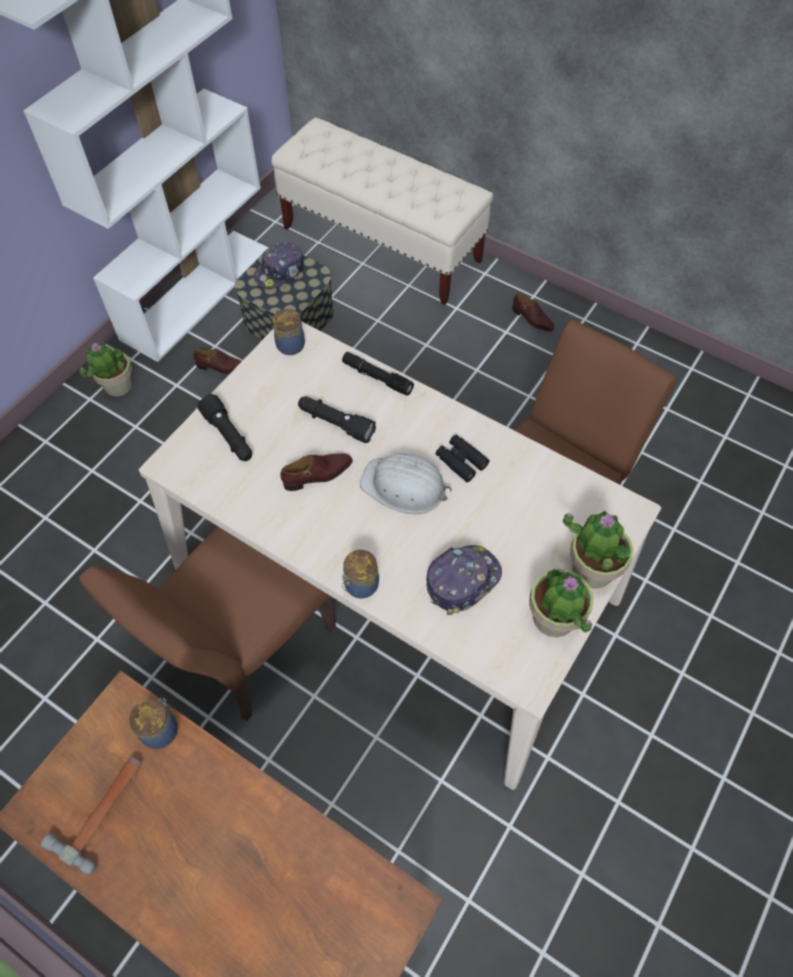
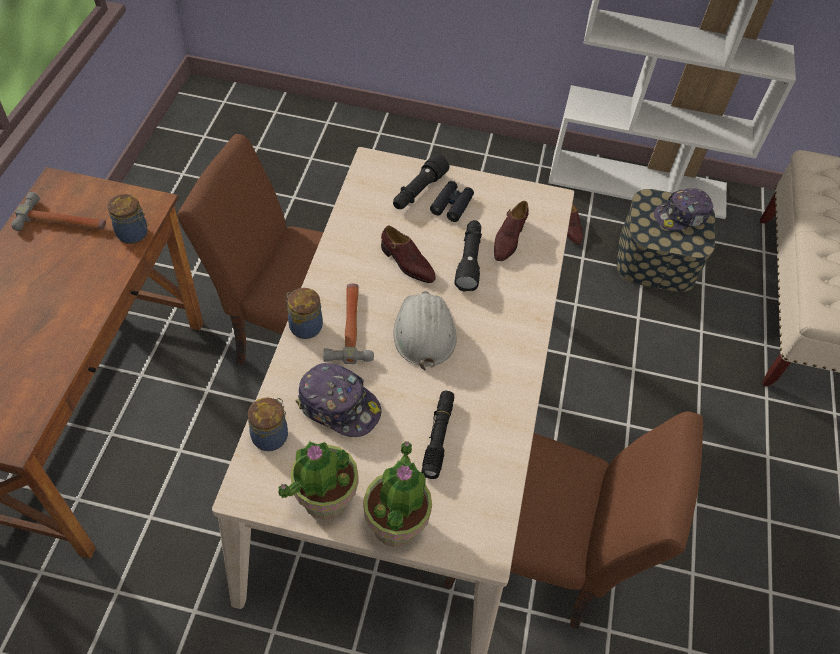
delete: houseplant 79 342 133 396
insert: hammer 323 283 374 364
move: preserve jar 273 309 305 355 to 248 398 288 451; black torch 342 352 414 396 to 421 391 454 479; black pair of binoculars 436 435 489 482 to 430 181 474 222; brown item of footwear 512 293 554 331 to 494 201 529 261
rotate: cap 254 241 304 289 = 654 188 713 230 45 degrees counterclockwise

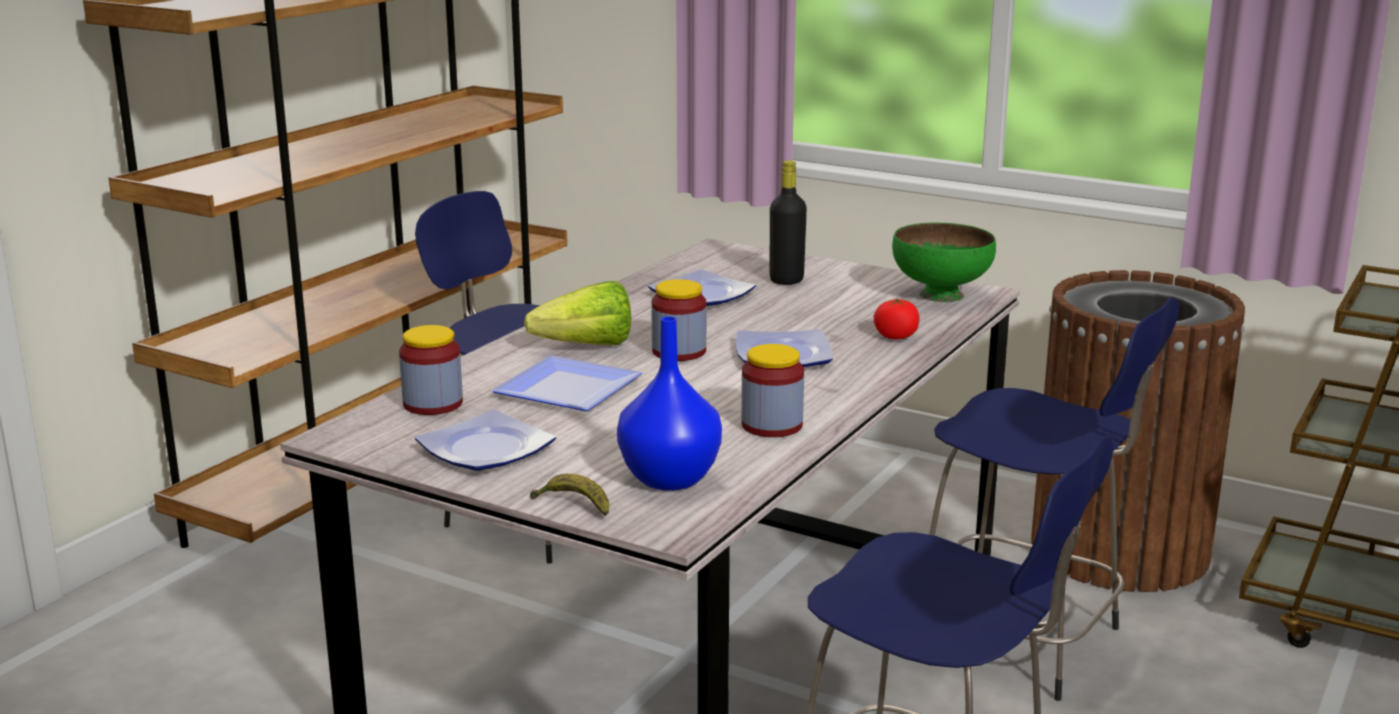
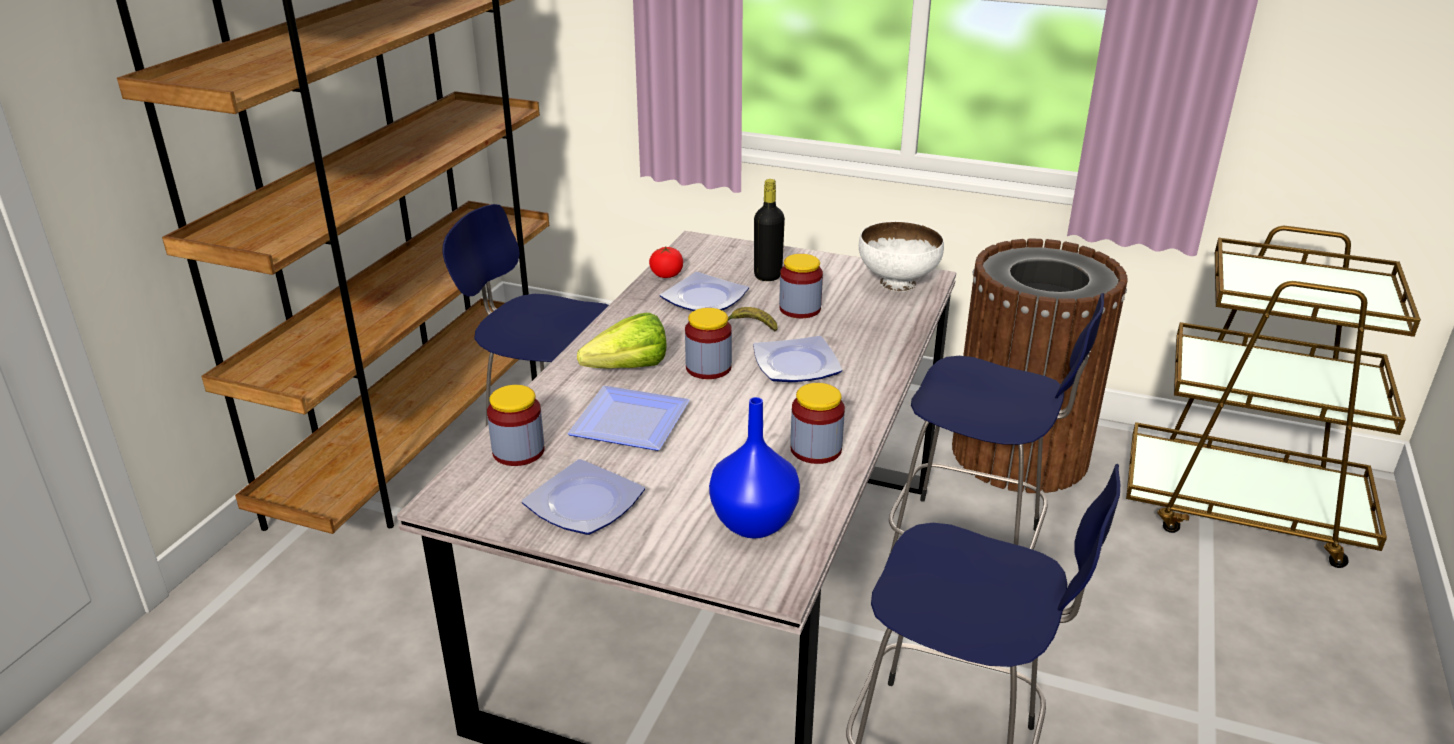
insert: preserve jar 779 254 823 318
move: tomato 874 298 920 339 to 649 247 683 278; banana 530 474 609 516 to 728 307 777 332
recolor: green-coloured deep dish 892 222 996 302 to white-coloured deep dish 859 221 944 292

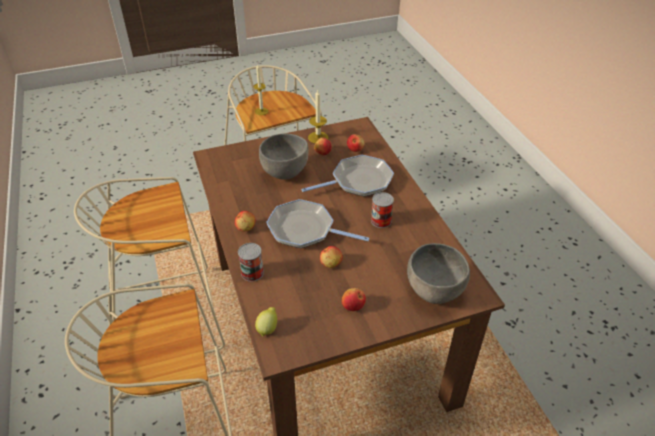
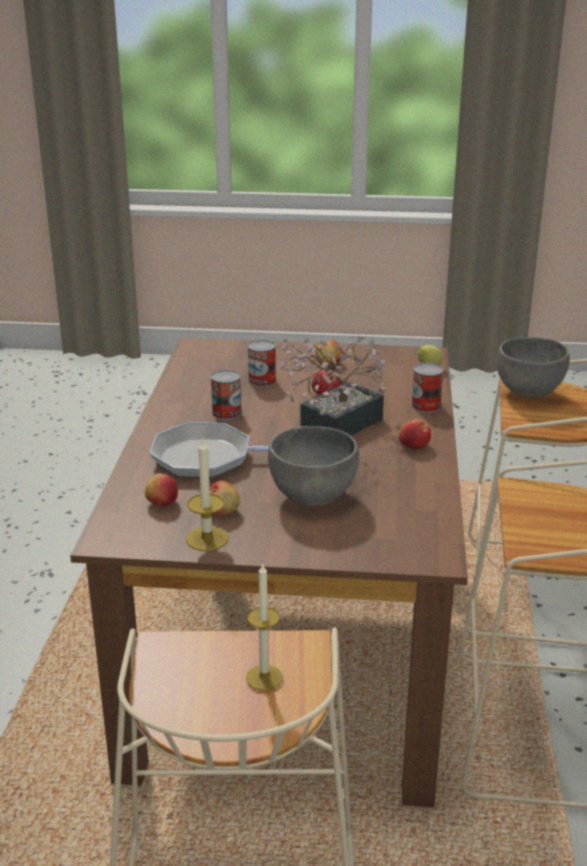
insert: can 247 340 276 387
move: grey deep dish 407 243 470 304 to 496 337 570 398
replace: skillet 266 199 369 248 to houseplant 279 336 386 436

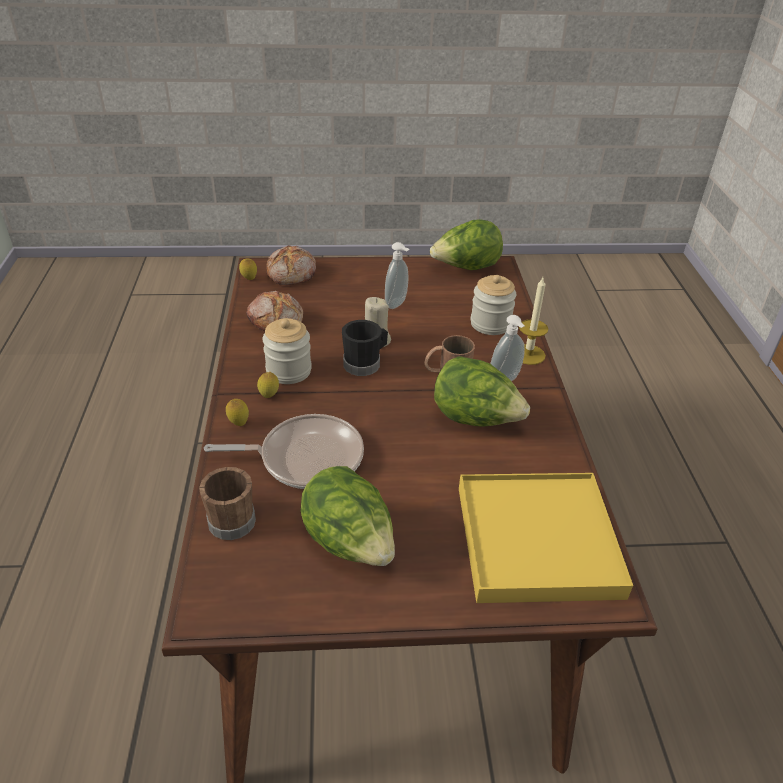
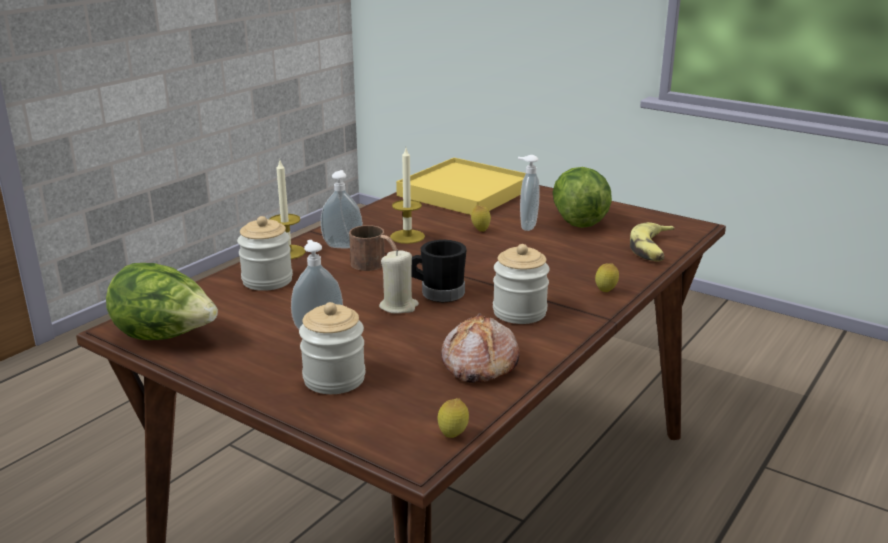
delete: skillet 204 414 364 489; bread 266 246 316 285
insert: preserve jar 299 302 365 394; soap dispenser 518 155 540 231
move: citrus fruit 257 372 279 398 to 471 205 491 232
replace: lettuce 434 357 530 427 to wax light 390 148 425 244; brown mug 199 467 256 540 to banana 630 222 675 261

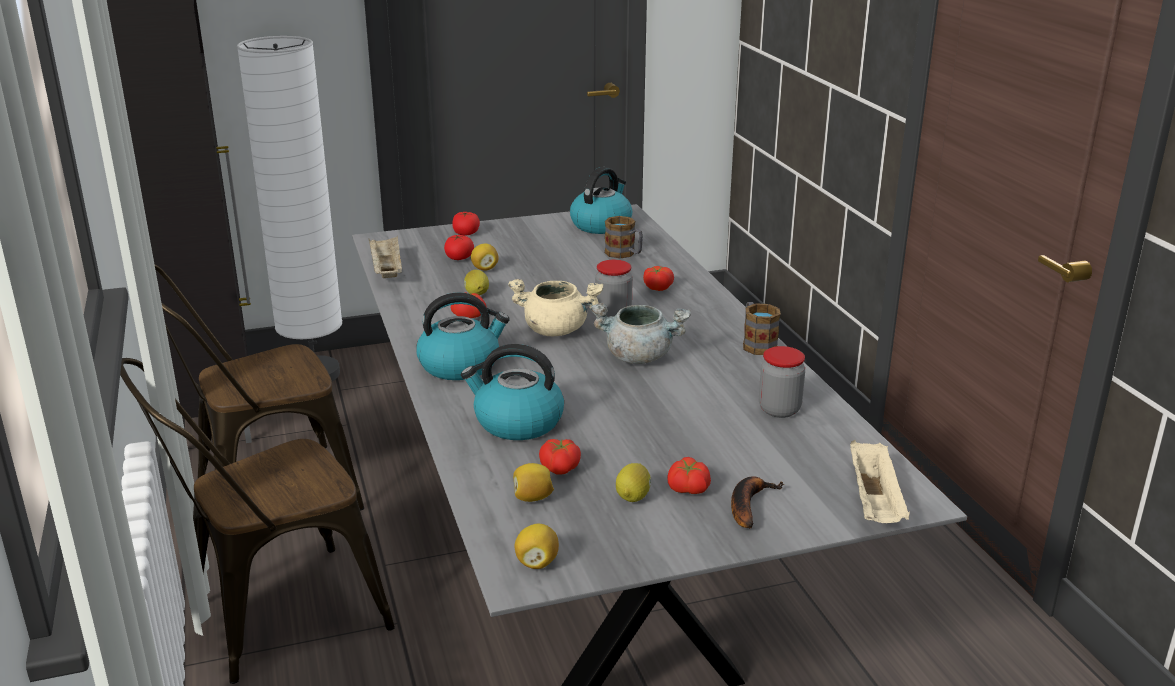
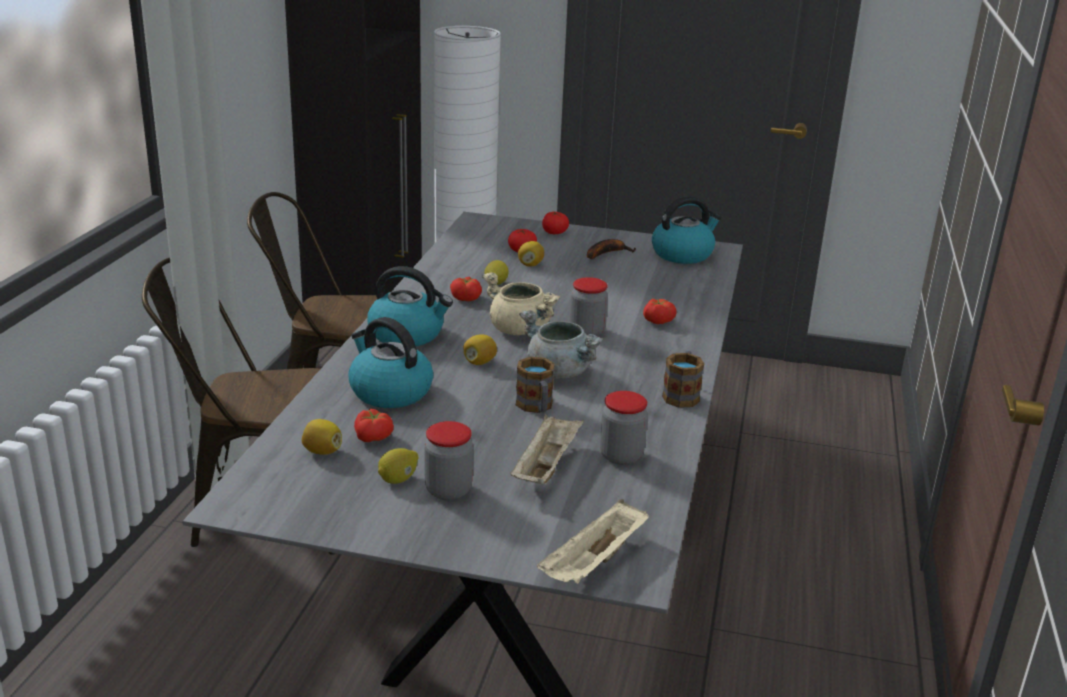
move: citrus fruit 515 524 559 569 to 463 334 497 365; beige-coloured tray 369 236 402 278 to 510 414 584 484; mug 605 216 643 259 to 516 357 555 413; banana 731 476 784 528 to 587 239 636 259
replace: tomato 667 457 711 494 to preserve jar 424 421 473 500

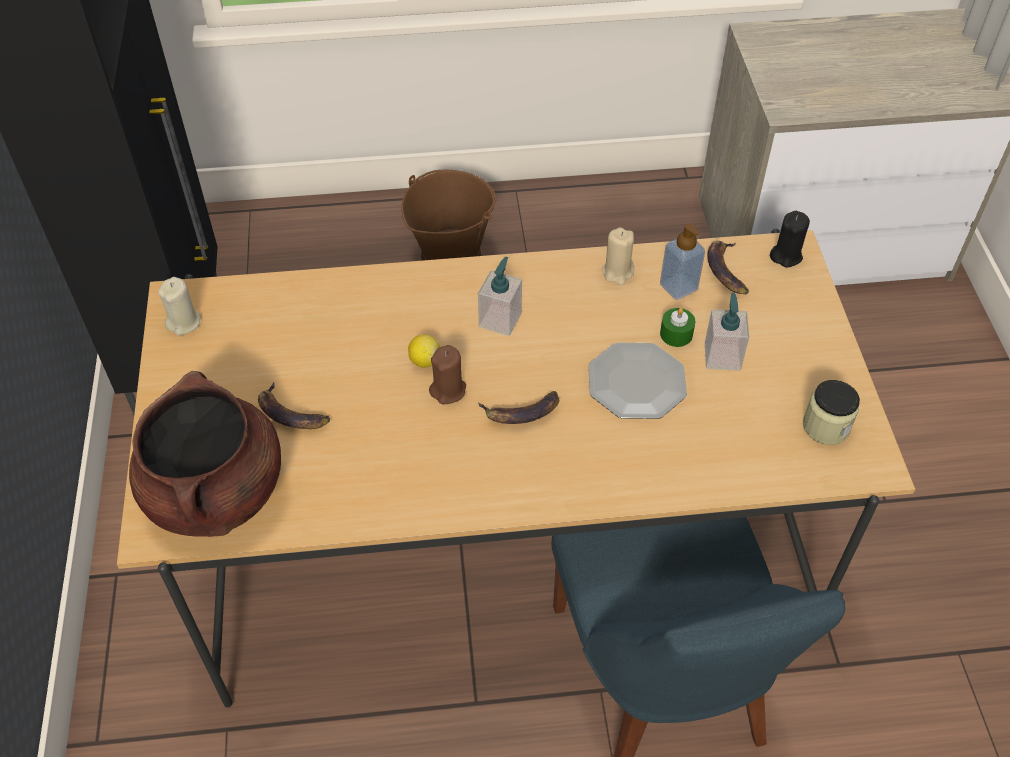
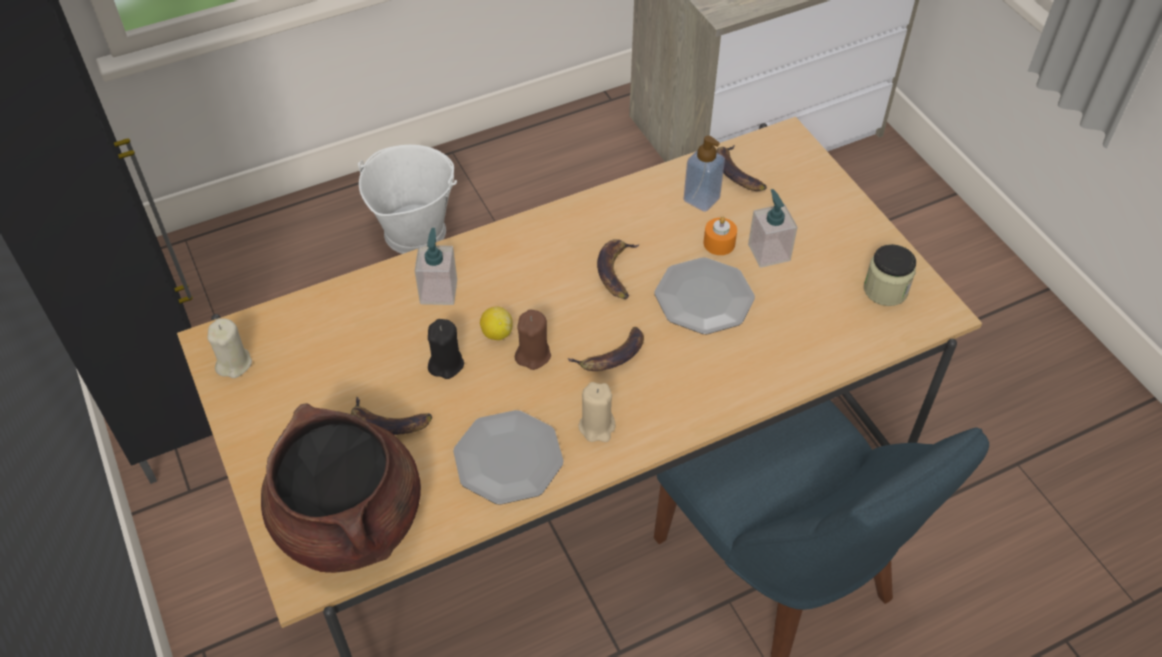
insert: dinner plate 453 410 564 505; banana 597 239 639 299
move: soap dispenser 478 257 522 336 to 415 228 457 305; black wax light 770 211 810 267 to 428 319 464 379; beige-coloured wax light 602 227 634 285 to 578 382 616 442
recolor: brown pail 401 170 496 261 to white-coloured pail 358 145 457 254; green-coloured wax light 660 308 696 347 to orange wax light 704 217 737 255

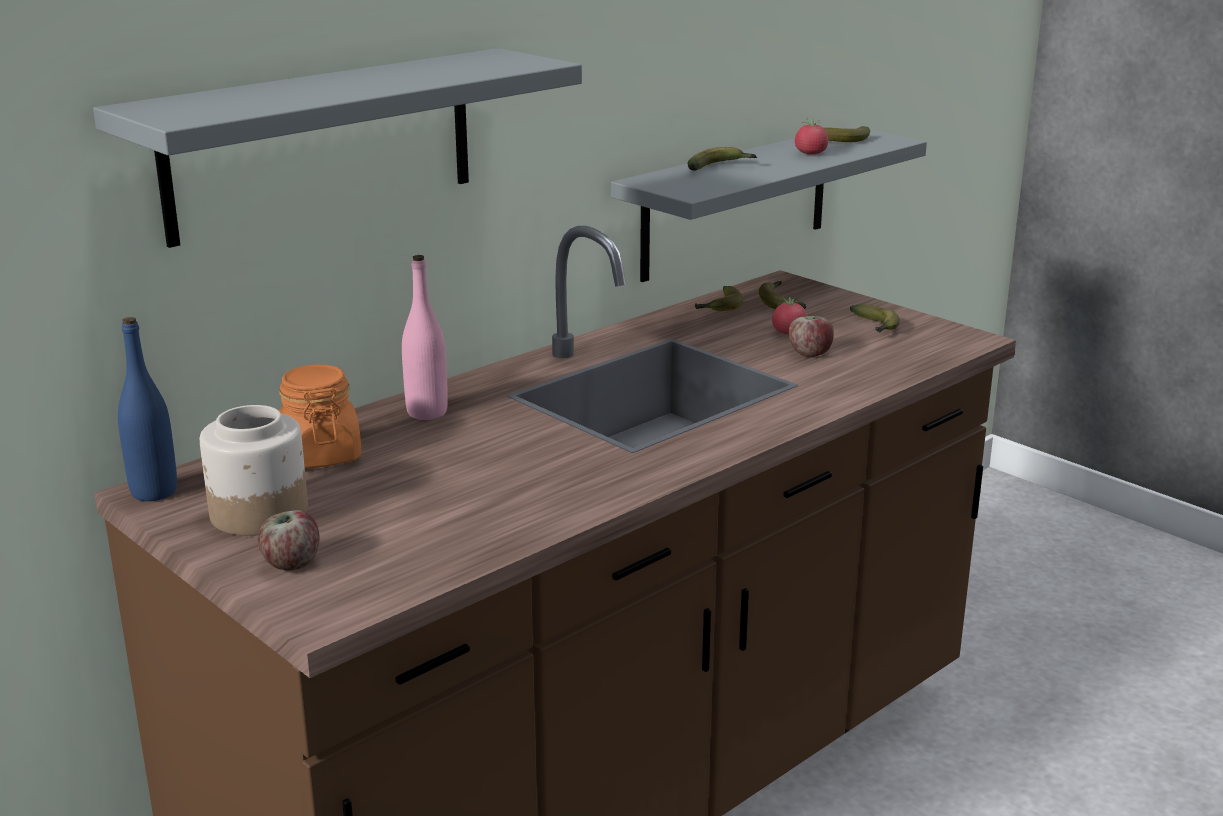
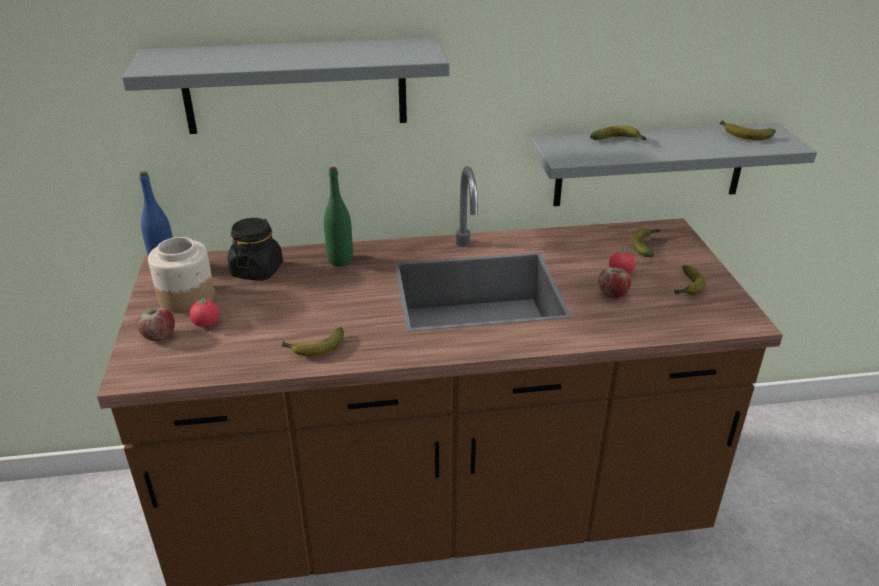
move: tomato 795 117 829 155 to 190 295 219 327; banana 695 286 743 311 to 281 327 344 356
recolor: orange preserve jar 279 364 362 469 to black preserve jar 228 218 283 281; pink-coloured beverage bottle 402 255 448 420 to green-coloured beverage bottle 324 167 353 266

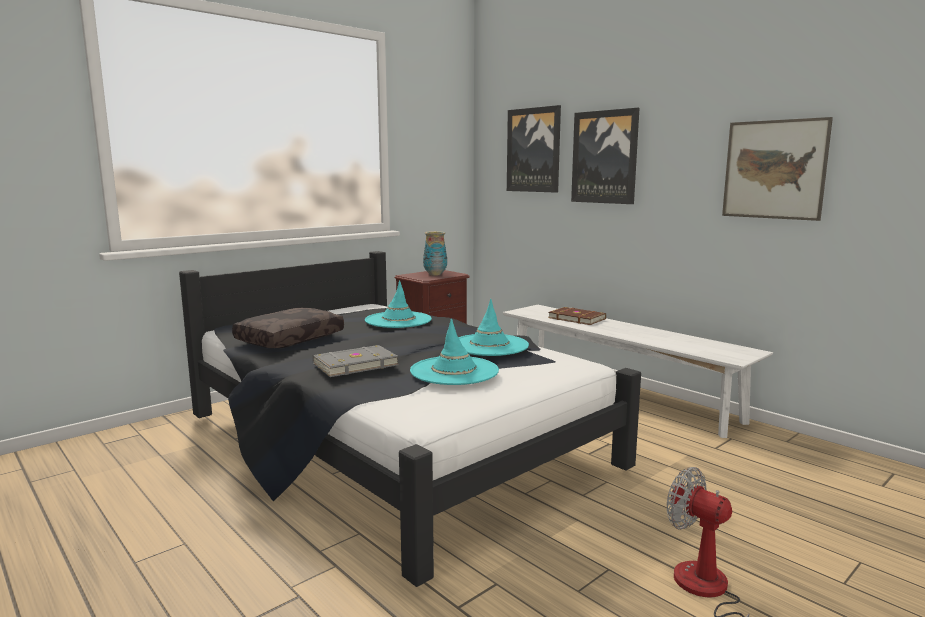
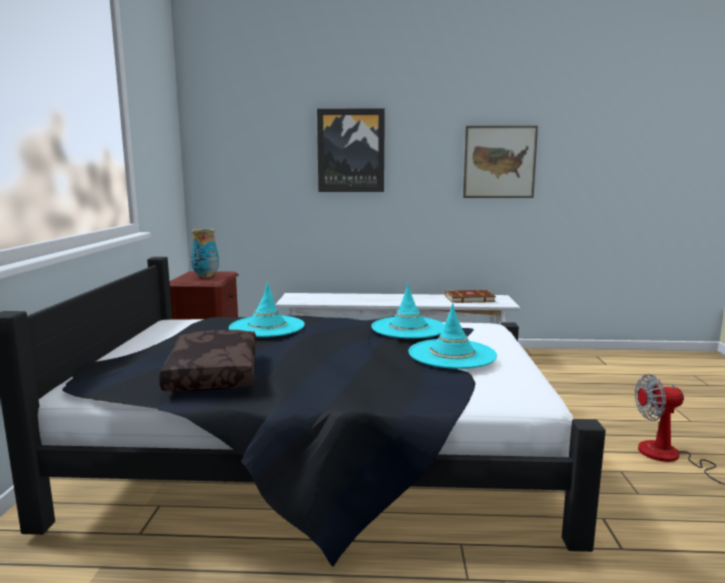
delete: grey bound book 312 345 399 377; wall art 507 105 561 193
move: brown bound book 548 307 606 325 to 445 290 496 303

